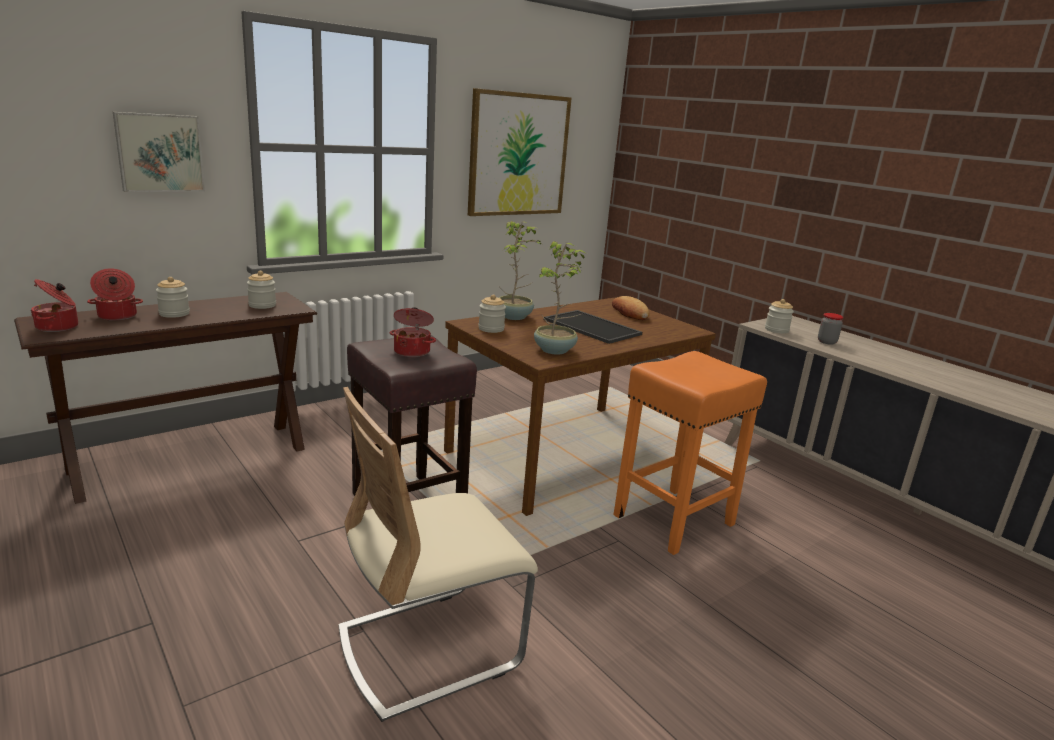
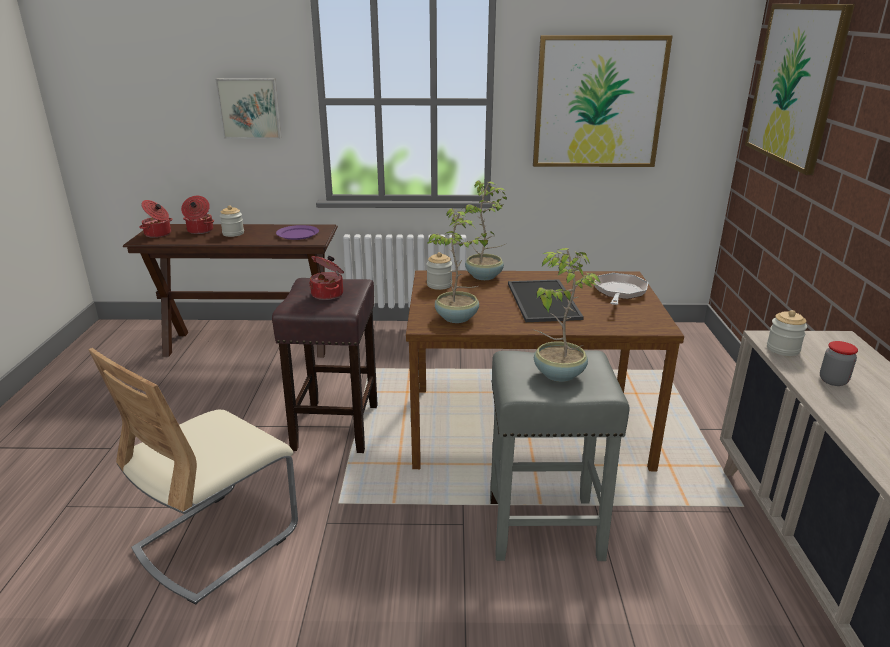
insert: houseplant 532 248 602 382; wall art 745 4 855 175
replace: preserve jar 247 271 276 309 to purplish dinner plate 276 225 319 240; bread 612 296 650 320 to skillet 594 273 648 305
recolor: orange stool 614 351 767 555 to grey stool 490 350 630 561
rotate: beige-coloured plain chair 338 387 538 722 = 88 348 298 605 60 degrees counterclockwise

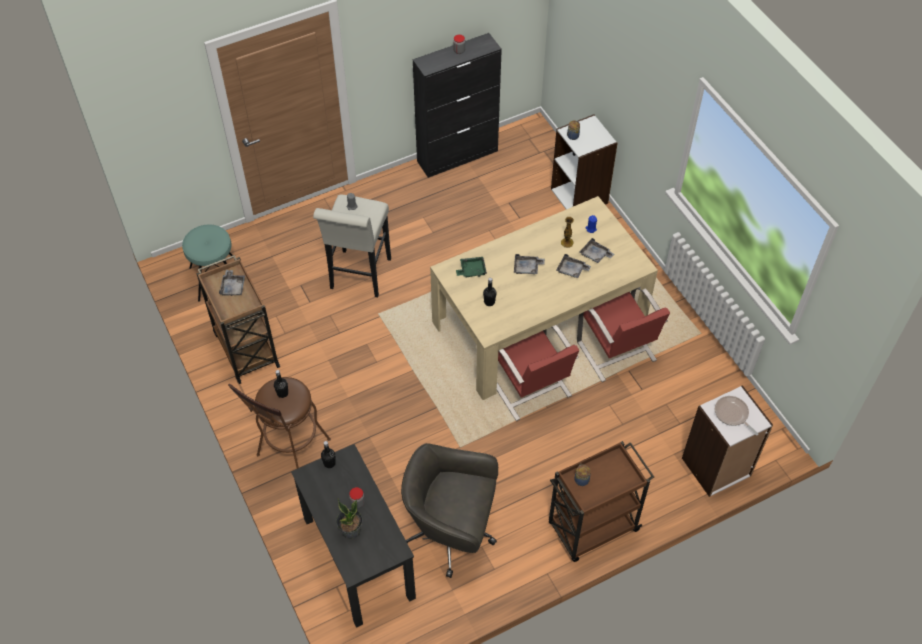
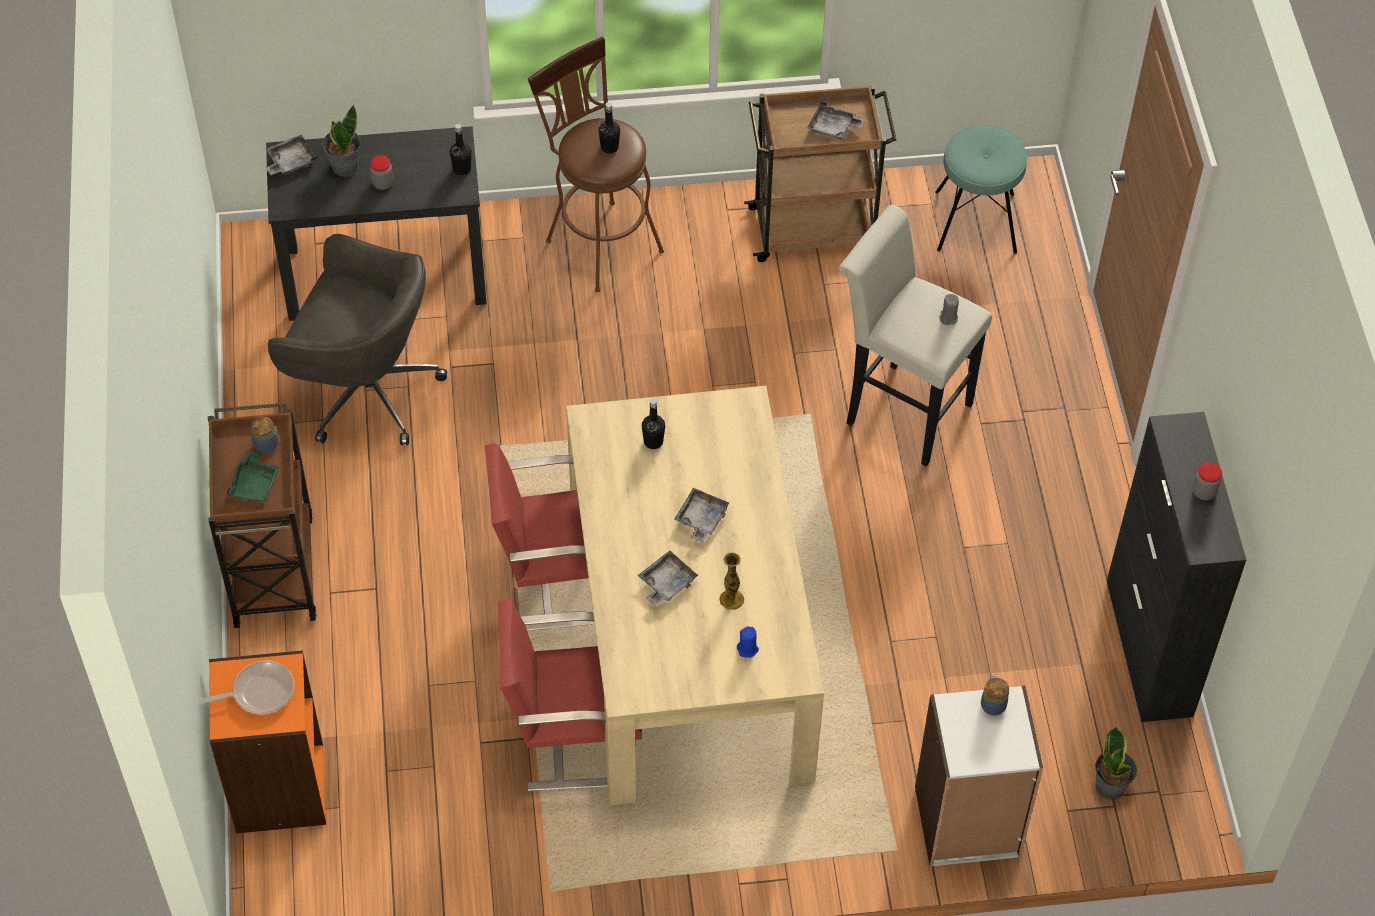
insert: houseplant 1095 727 1137 799
move: green-coloured tray 456 257 487 278 to 227 451 279 502; grey tray 579 238 614 263 to 265 135 317 175
recolor: white-coloured shelving unit 682 385 773 497 to orange shelving unit 209 650 326 834
rotate: grey office chair 401 443 498 578 = 268 234 447 445 75 degrees clockwise

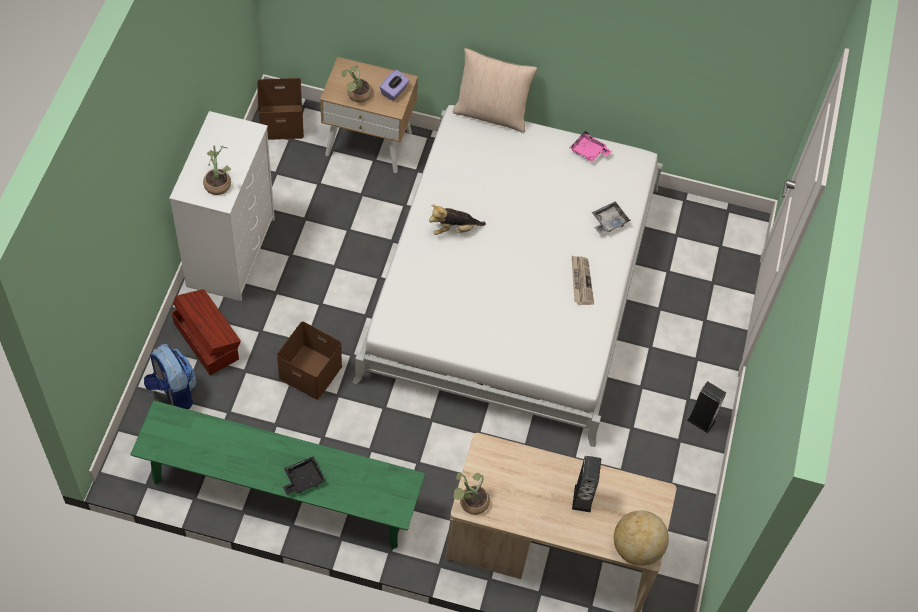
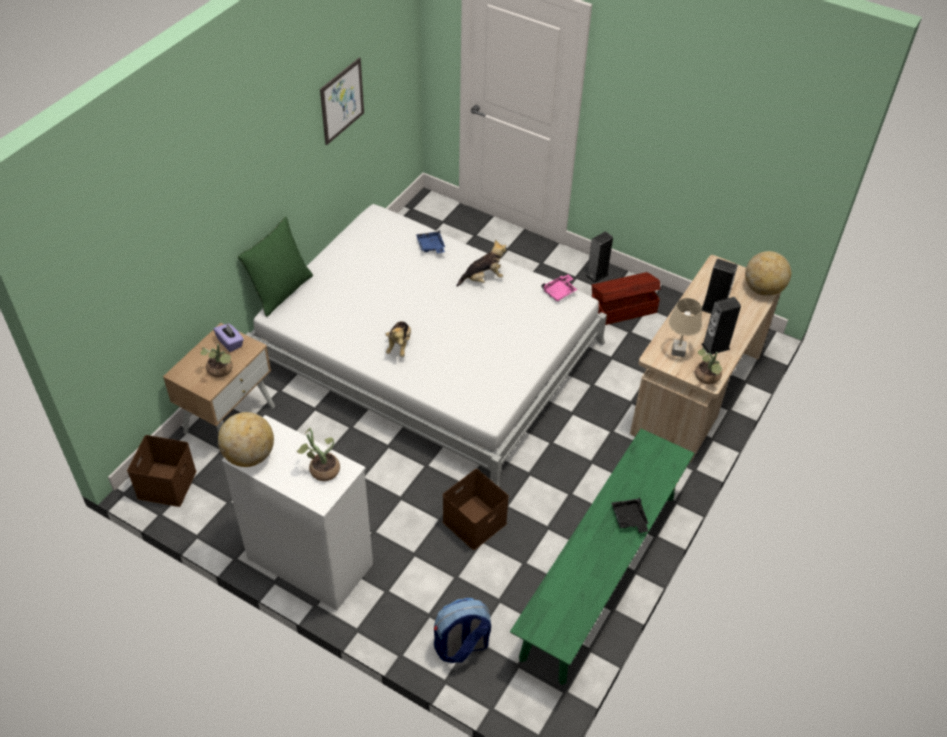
insert: globe 218 412 274 467; wall art 320 57 364 145; beige-coloured table lamp 669 298 702 357; loudspeaker 701 297 741 355
move: pink-coloured tray 570 131 612 162 to 541 274 577 302; brown storage bin 172 289 241 375 to 592 272 660 325
replace: printed paper 572 256 594 305 to plush toy 456 240 506 287
recolor: beige-coloured throw pillow 453 48 537 133 to green-coloured throw pillow 238 217 313 317; grey tray 592 201 631 234 to blue tray 416 230 445 253

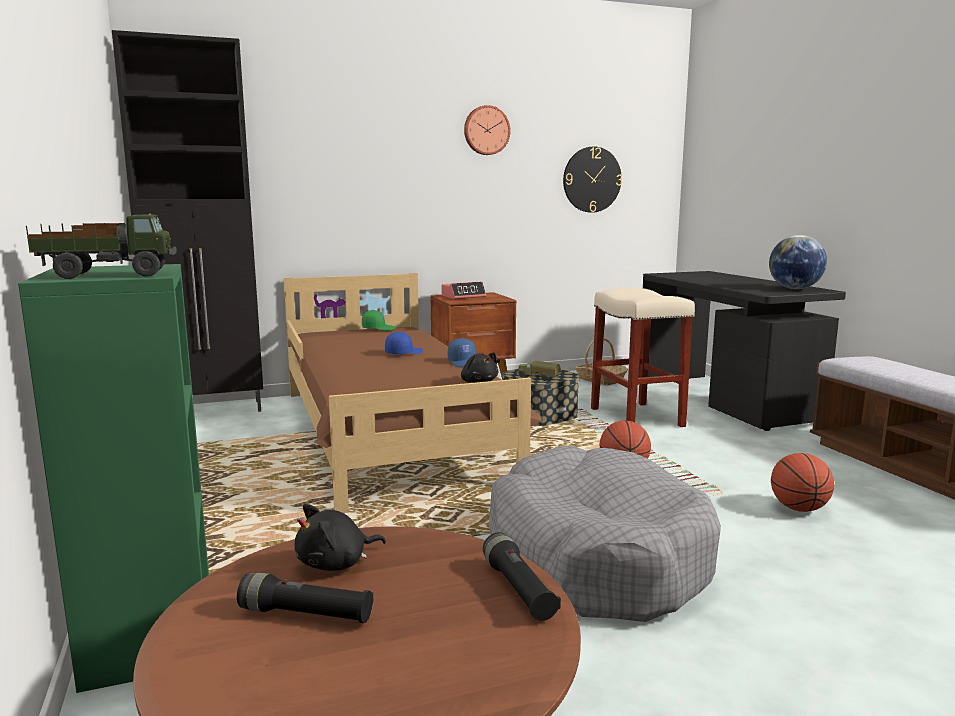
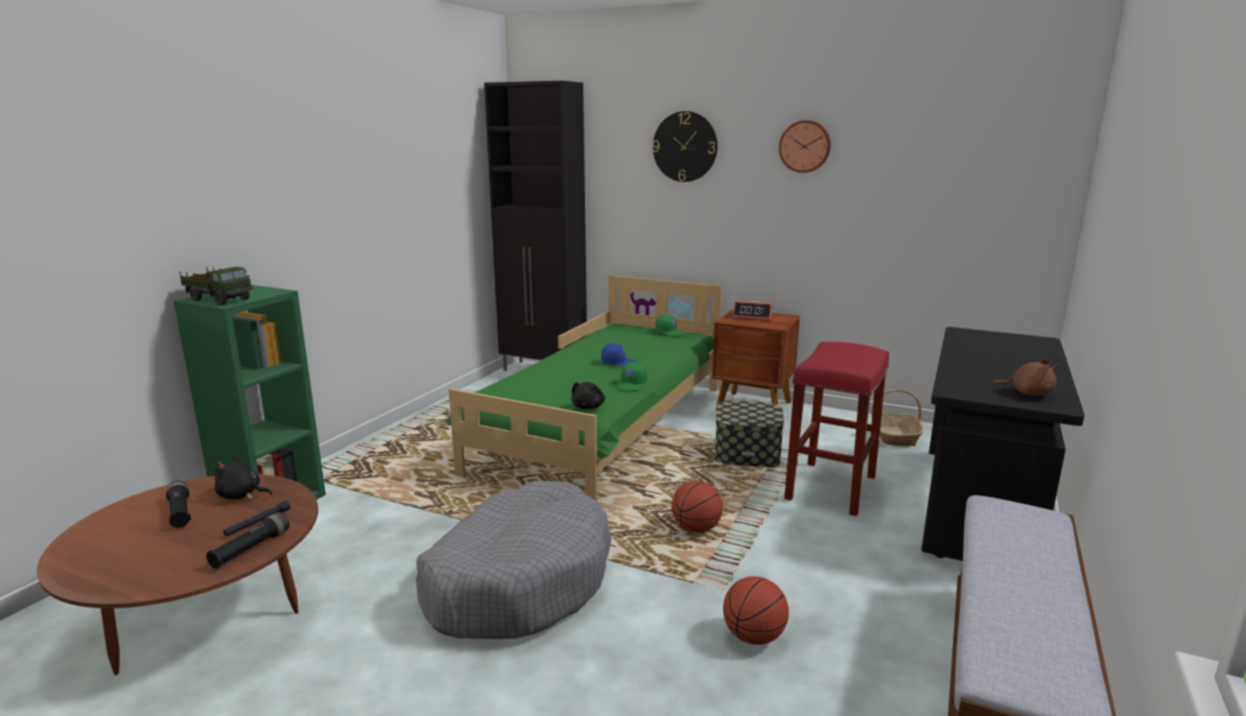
delete: toy lorry 516 361 561 381
insert: black torch 223 500 291 536
move: clock on the wall 563 146 622 213 to 652 111 718 182
replace: globe 769 235 827 289 to brown plush toy 992 359 1058 396
recolor: brown bedroom bed 284 273 541 513 to green-coloured bedroom bed 446 275 722 501; blue cap 448 338 476 367 to green-coloured cap 616 362 647 391; beige-coloured stool 591 288 695 427 to red stool 784 342 889 516

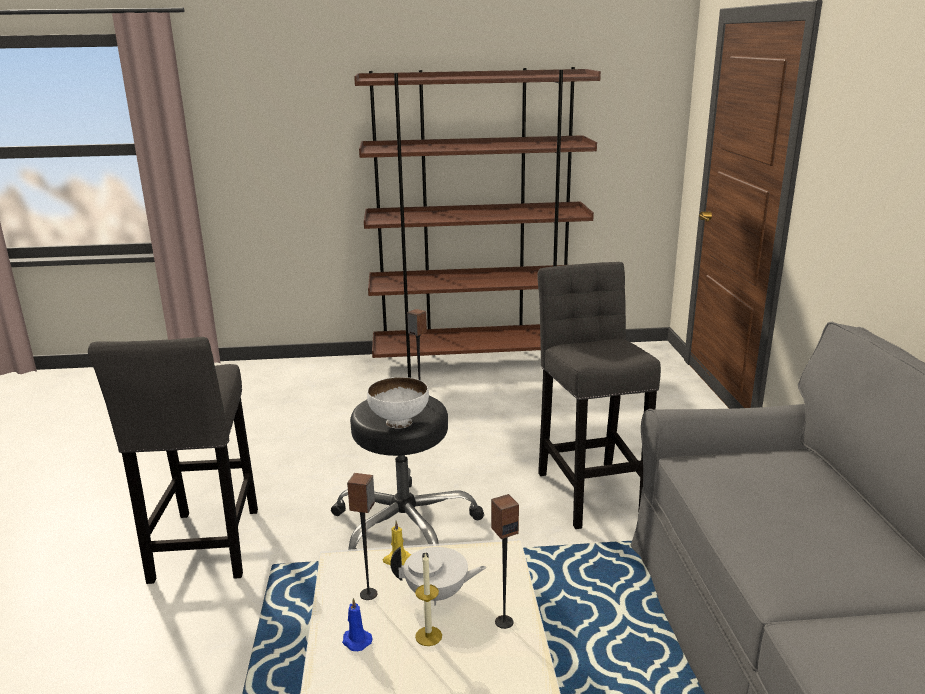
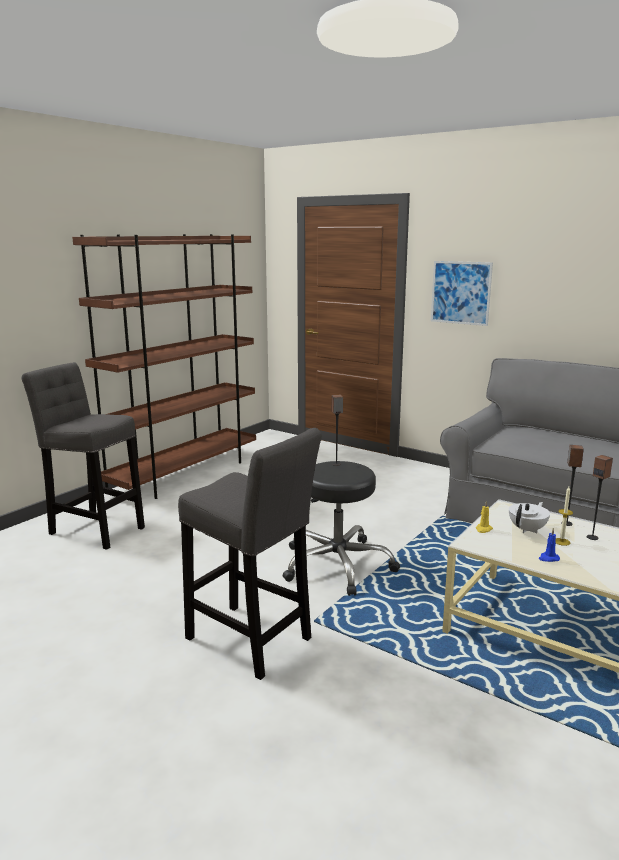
delete: white-coloured deep dish 367 377 429 429
insert: wall art 431 261 493 326
move: grey stool 537 262 661 529 to 22 362 145 550; loudspeaker 347 473 377 600 to 587 455 613 540

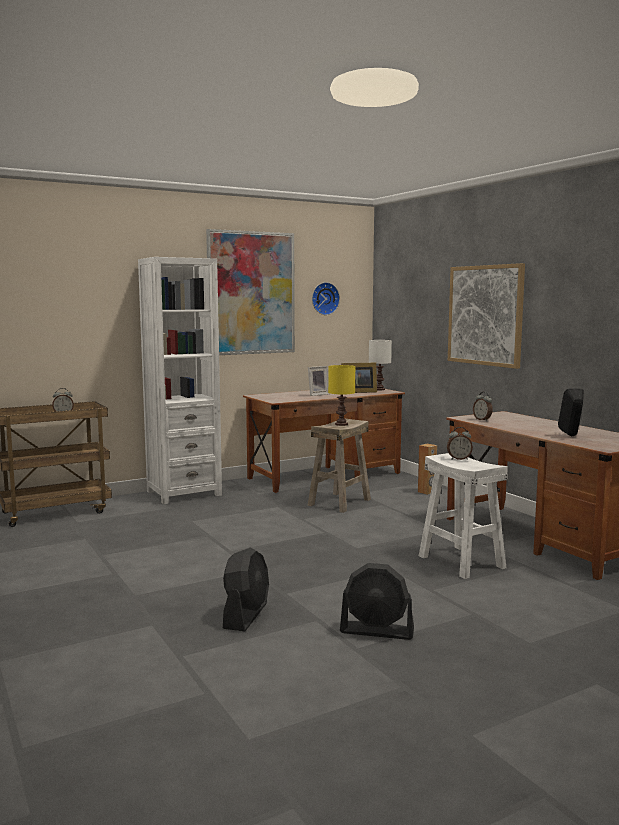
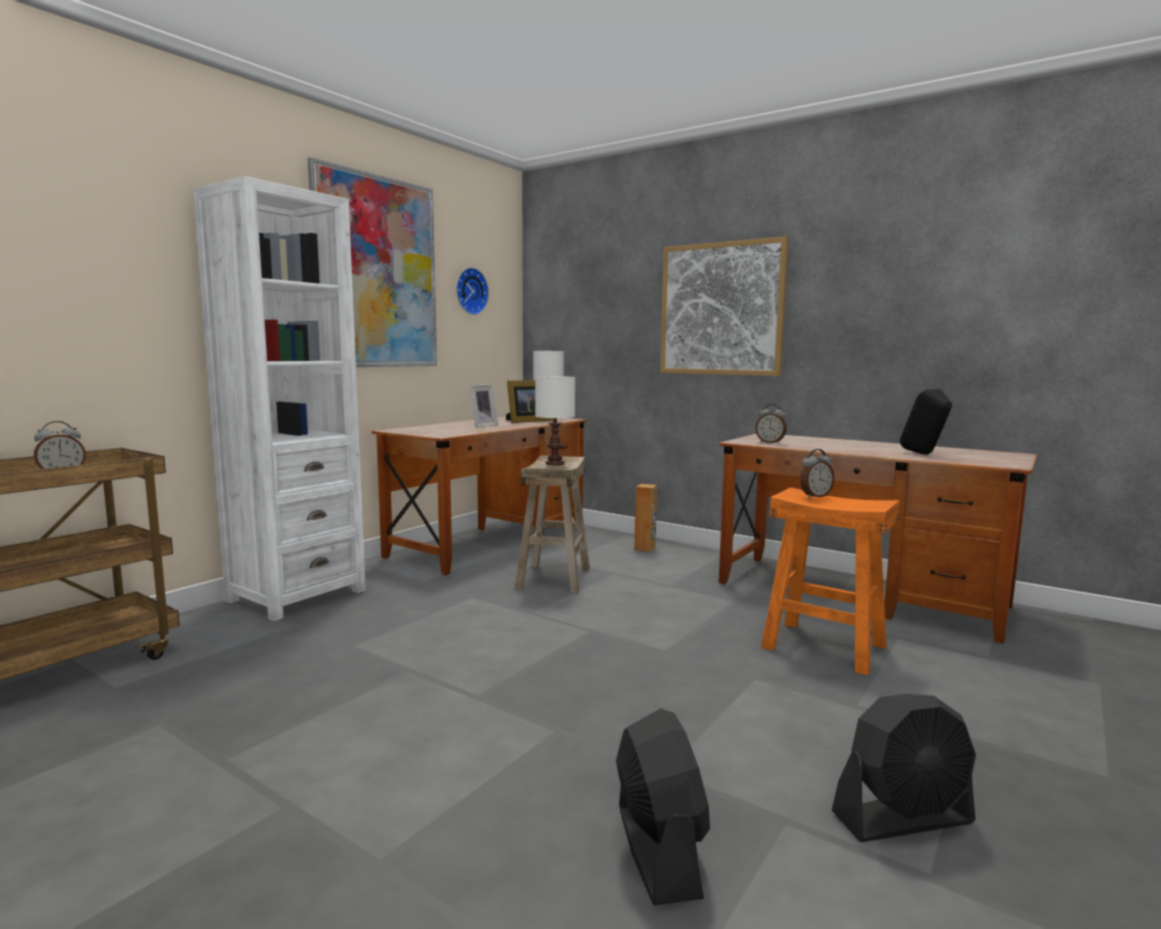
recolor: yellowish table lamp 328 365 355 426 to white-coloured table lamp 535 376 575 465; white-coloured stool 419 453 508 579 to orange stool 761 487 900 675

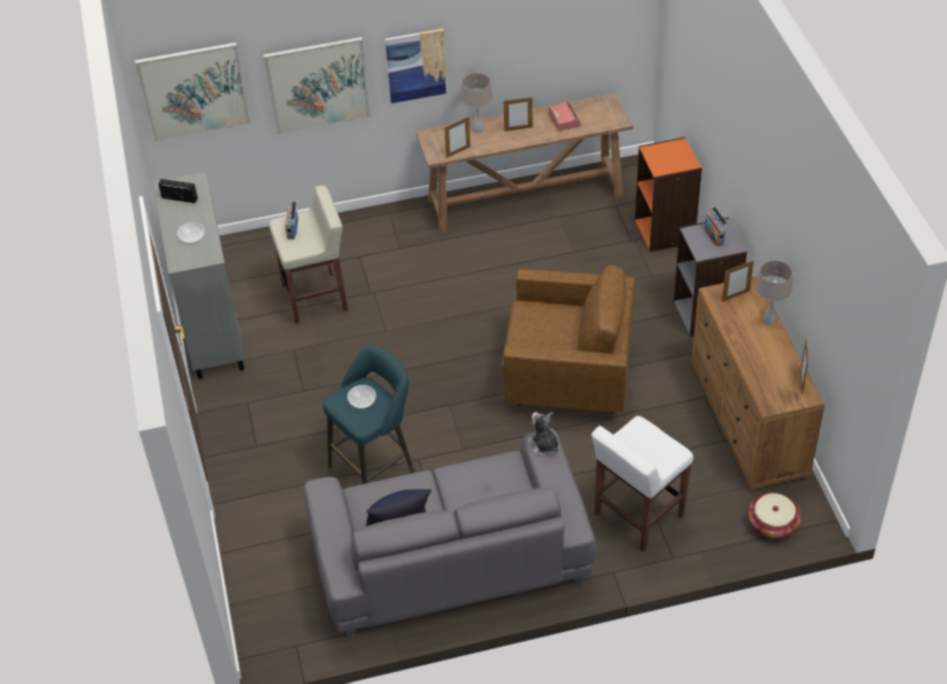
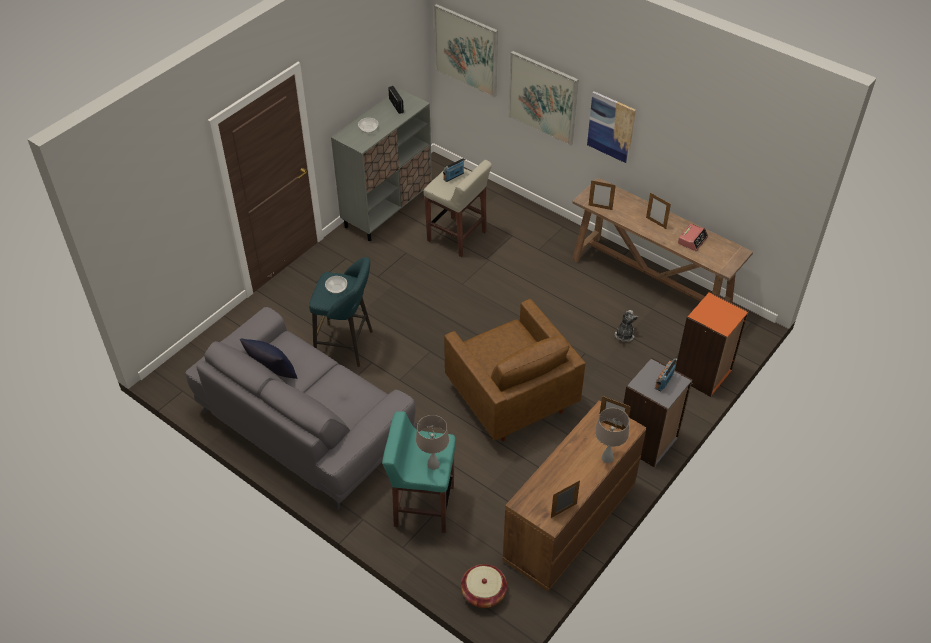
move: beige-coloured table lamp 461 73 493 133 to 416 415 449 470; plush toy 527 412 559 456 to 615 310 638 342
recolor: white-coloured stool 591 416 694 552 to turquoise-coloured stool 382 411 456 533

